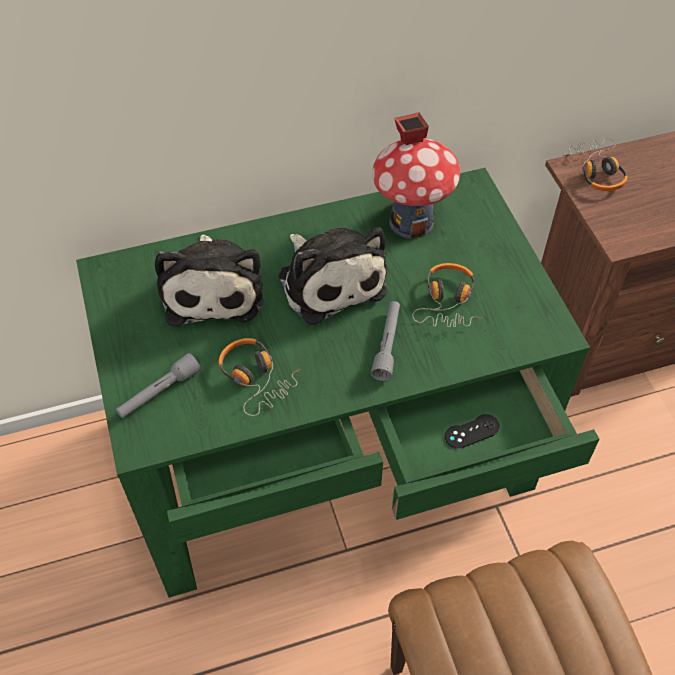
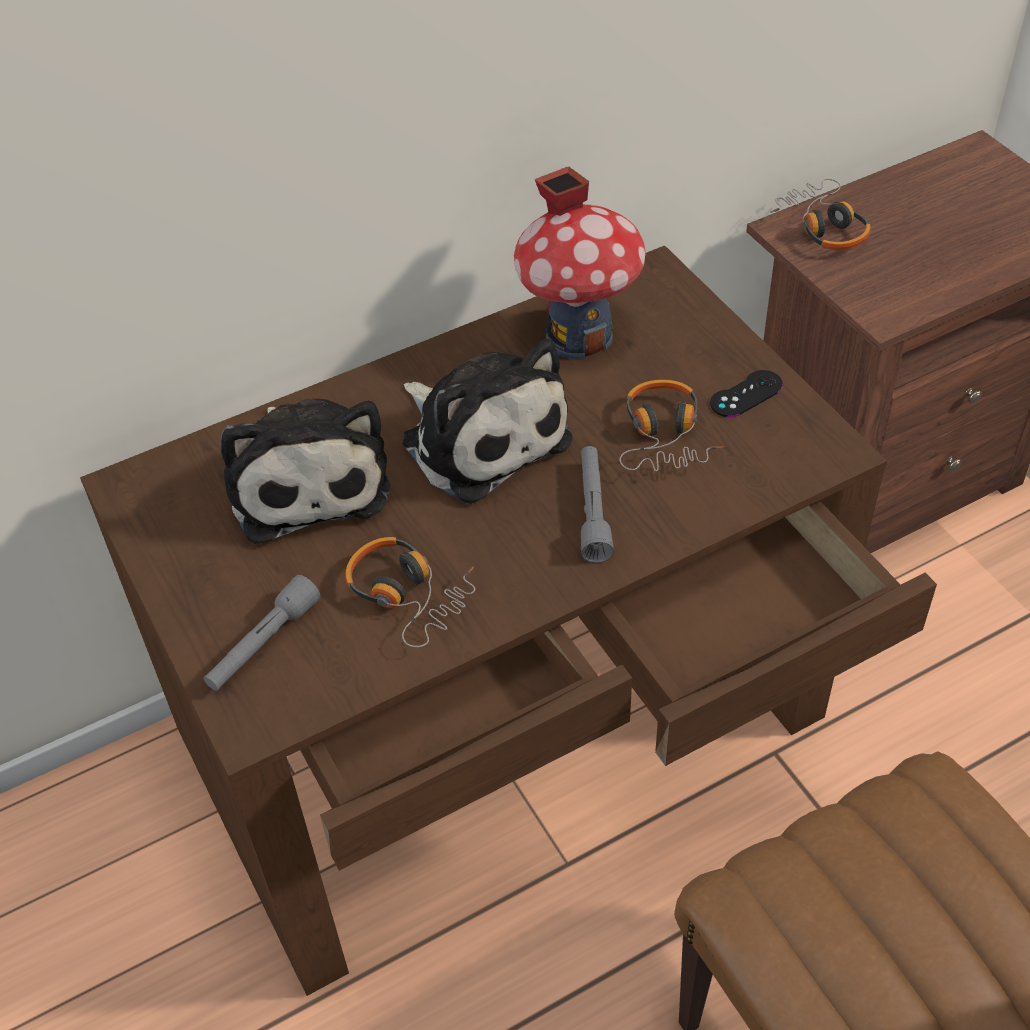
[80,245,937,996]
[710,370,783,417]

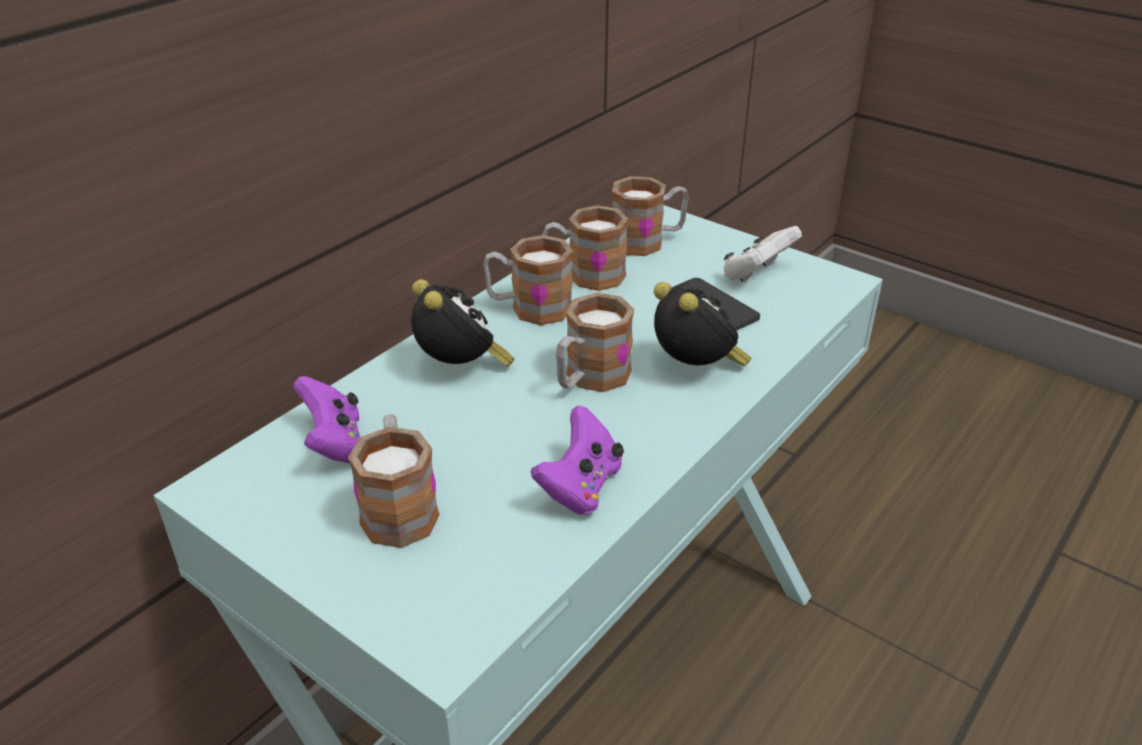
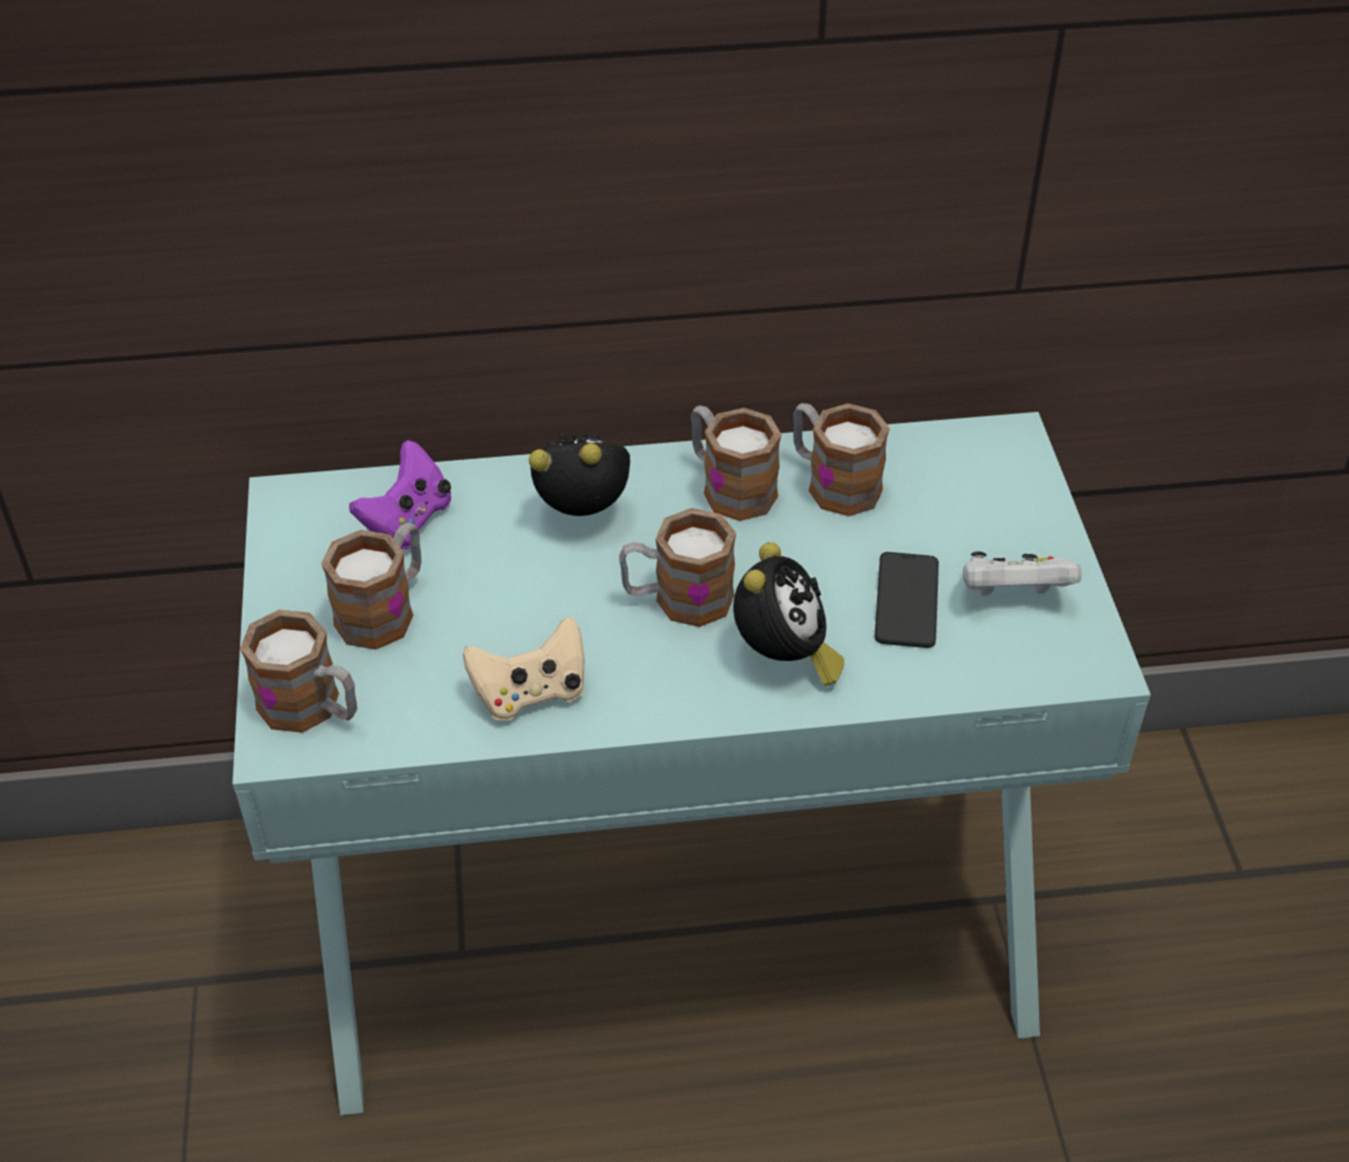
[529,433,630,516]
[463,617,585,721]
[240,610,357,733]

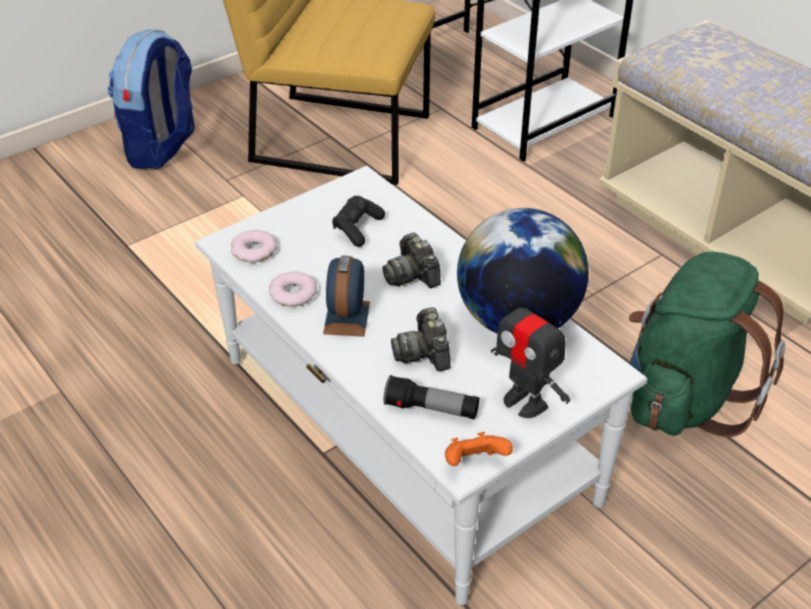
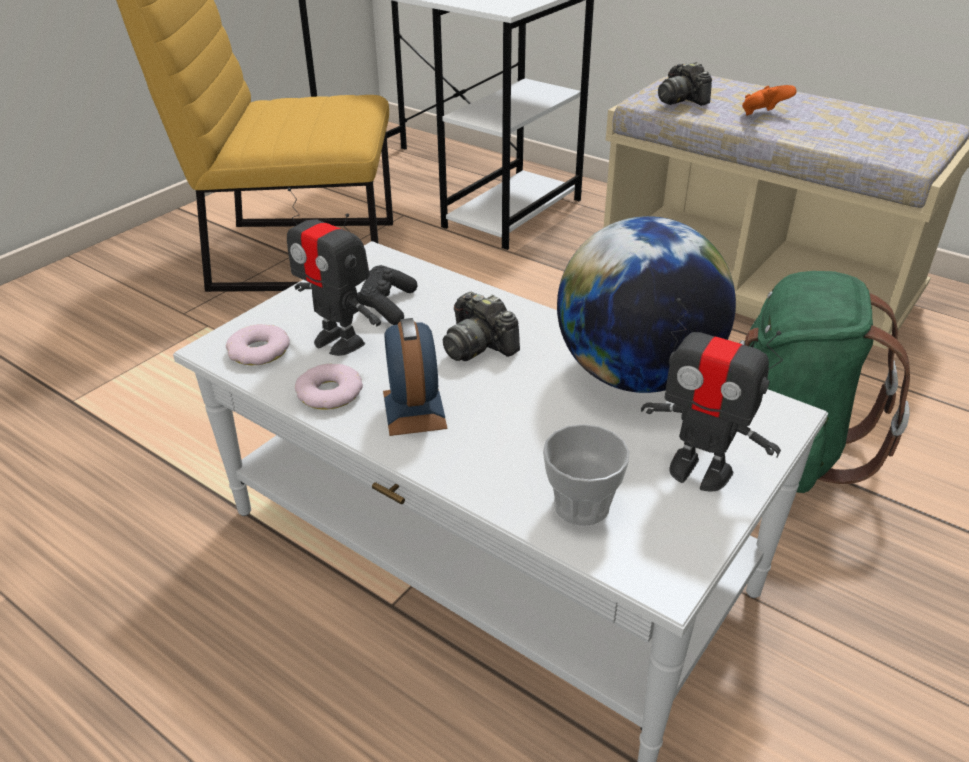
[108,29,195,169] (first image)
[543,424,630,526]
[658,62,712,106]
[742,85,797,116]
[287,188,381,356]

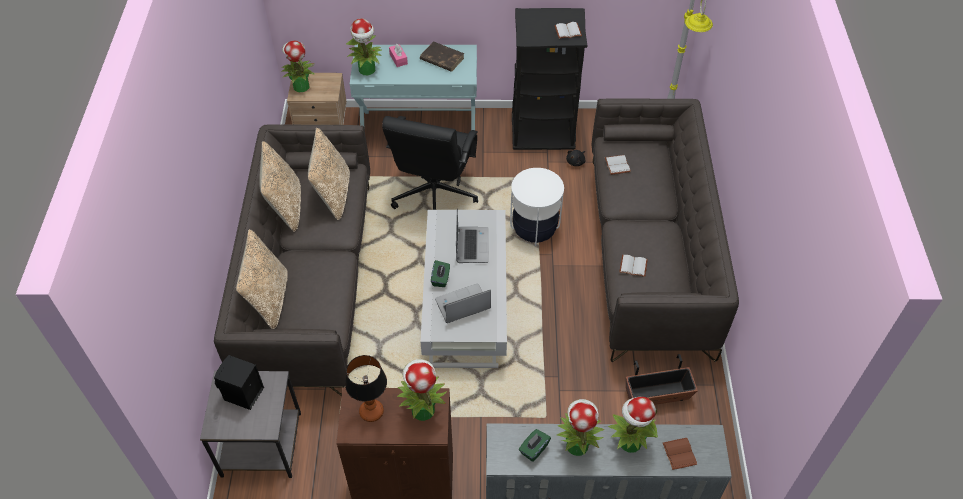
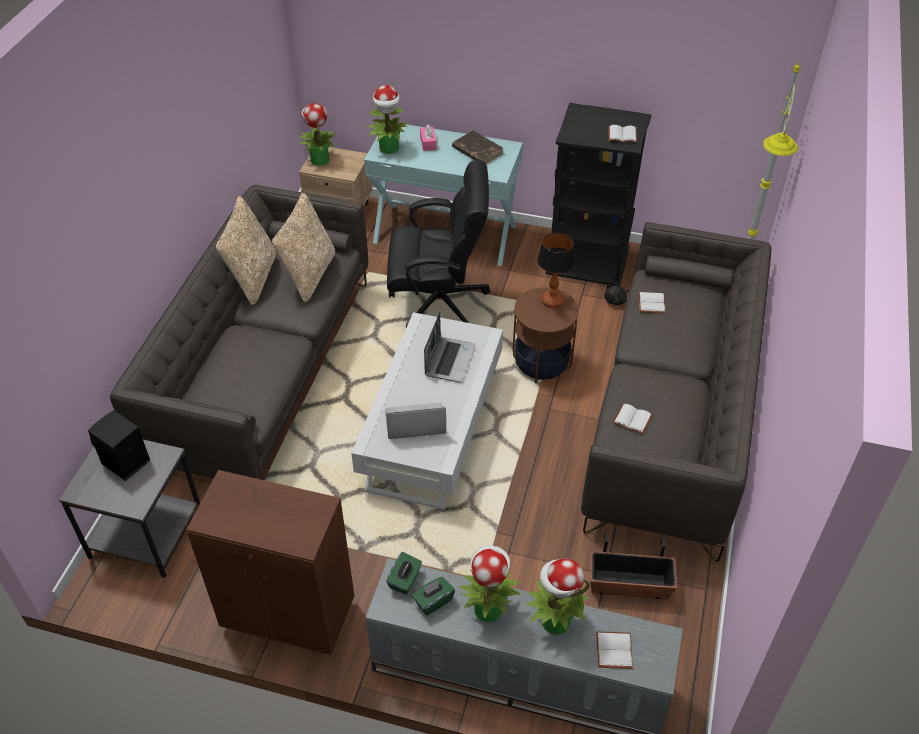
[236,229,288,329] (first image)
[537,233,575,307]
[387,160,490,327]
[397,359,447,421] (first image)
[386,552,422,594]
[513,287,579,383]
[596,631,633,669]

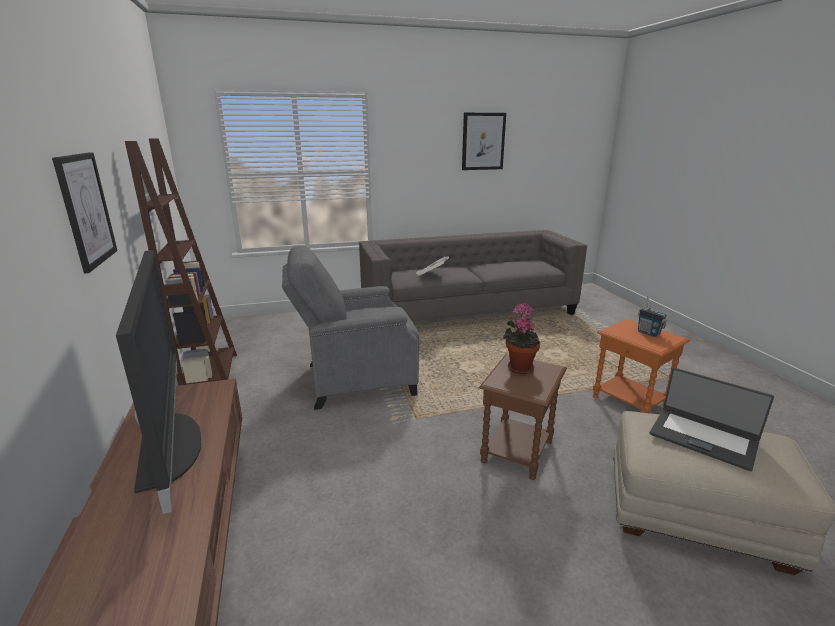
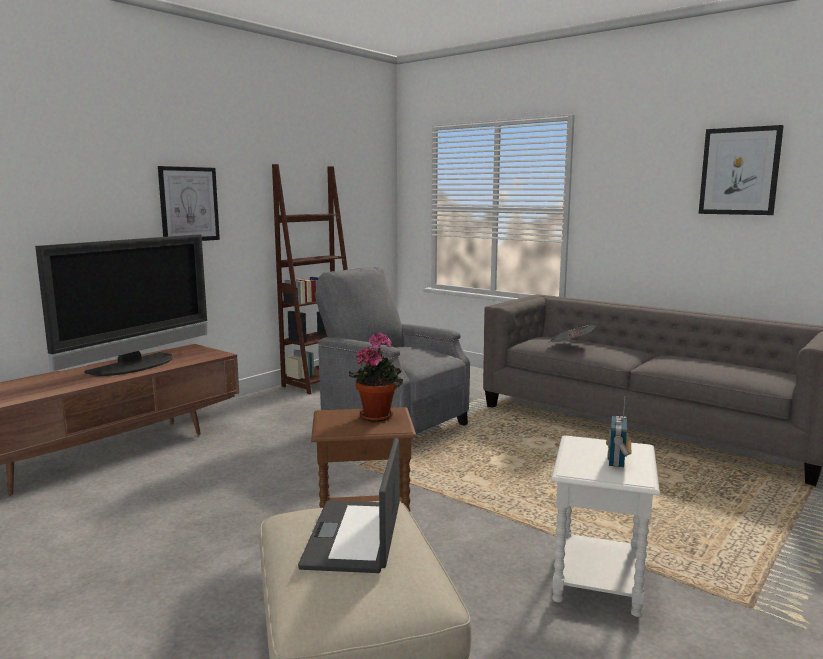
[551,436,660,617]

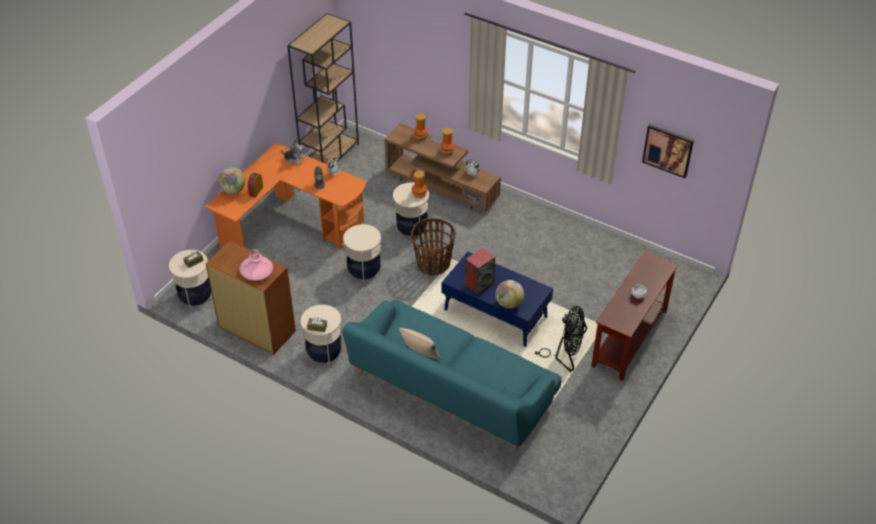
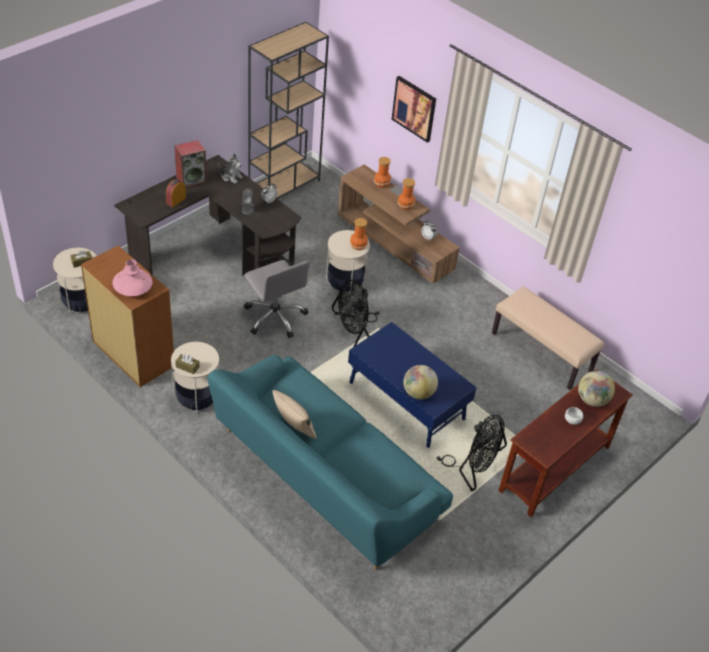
[114,155,301,276]
[578,371,615,407]
[244,260,310,338]
[332,279,380,346]
[174,140,207,188]
[392,76,436,143]
[492,286,604,390]

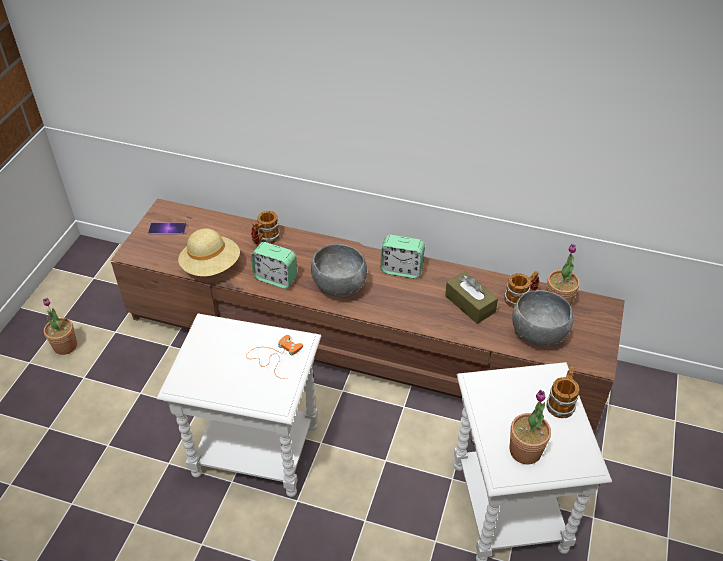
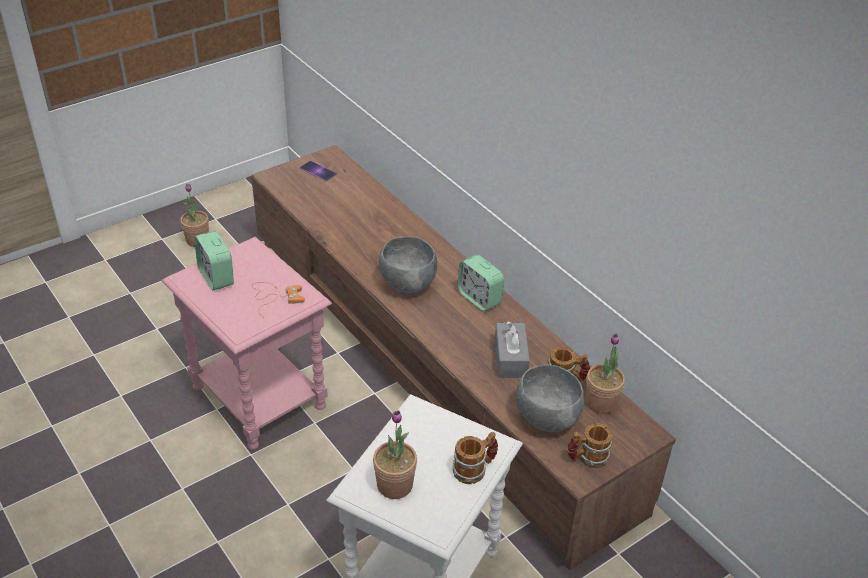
[162,237,332,450]
[178,228,240,276] (first image)
[567,423,613,468]
[194,231,234,290]
[495,321,530,378]

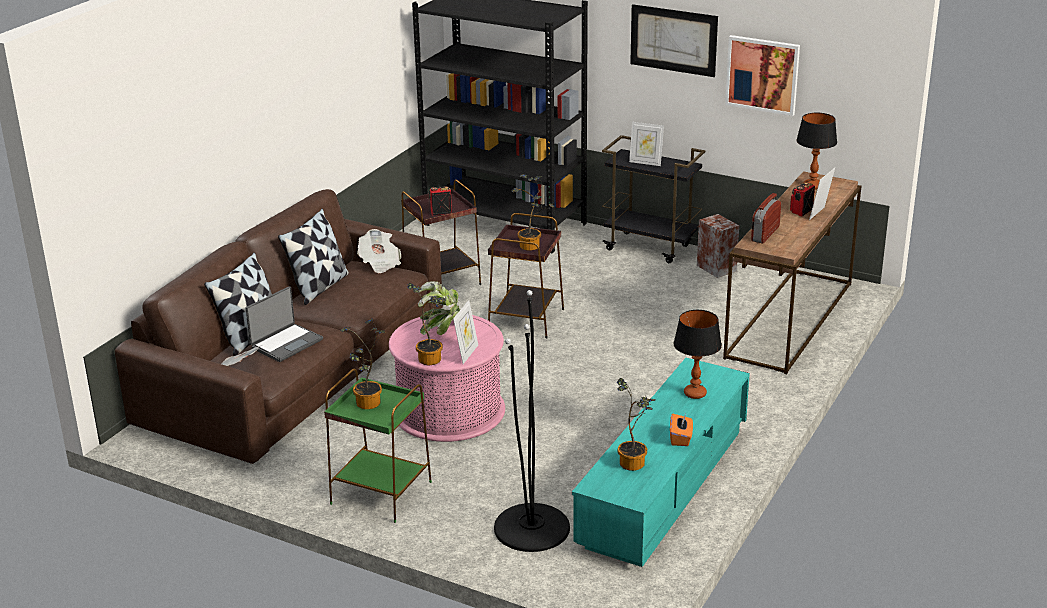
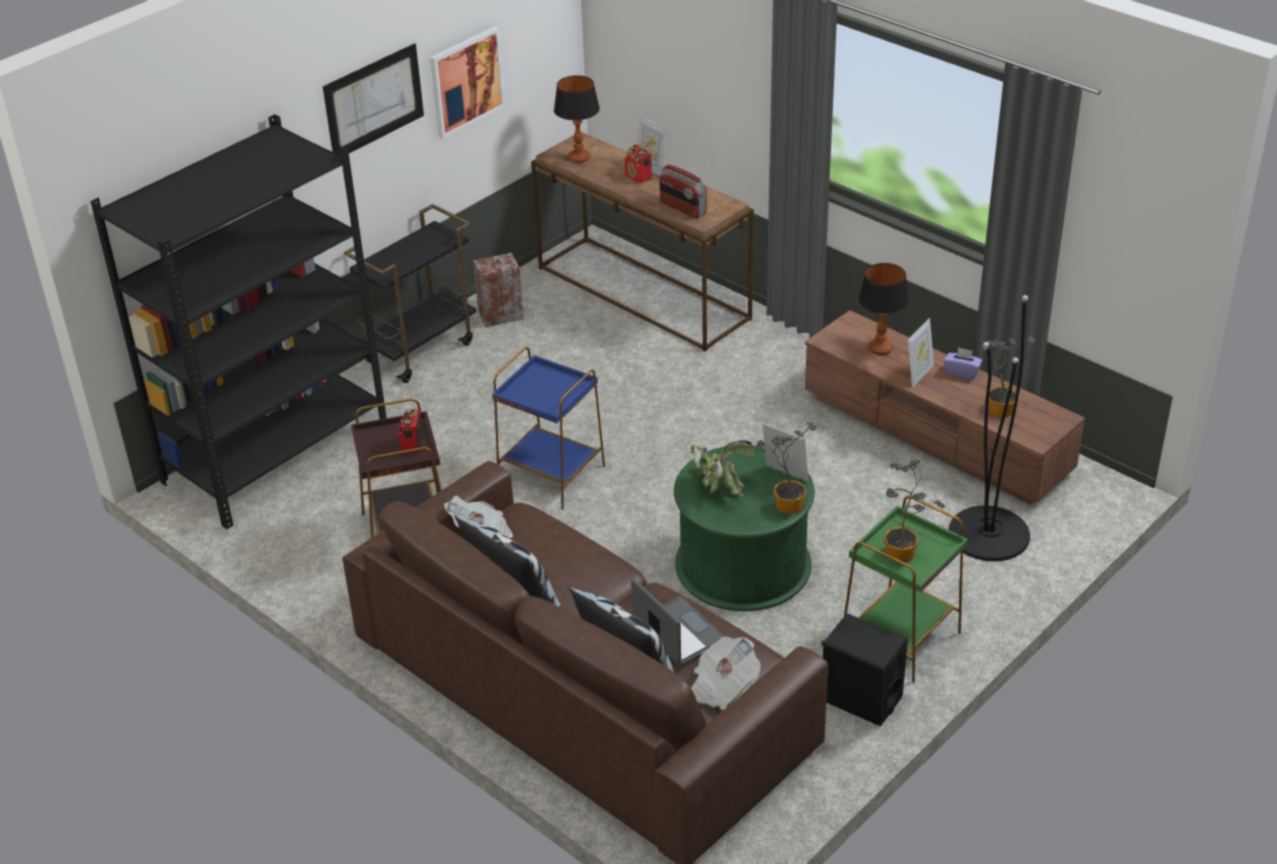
[674,446,815,611]
[492,347,605,510]
[511,174,555,251] (first image)
[805,310,1085,504]
[908,318,934,388]
[944,347,982,380]
[821,613,908,726]

